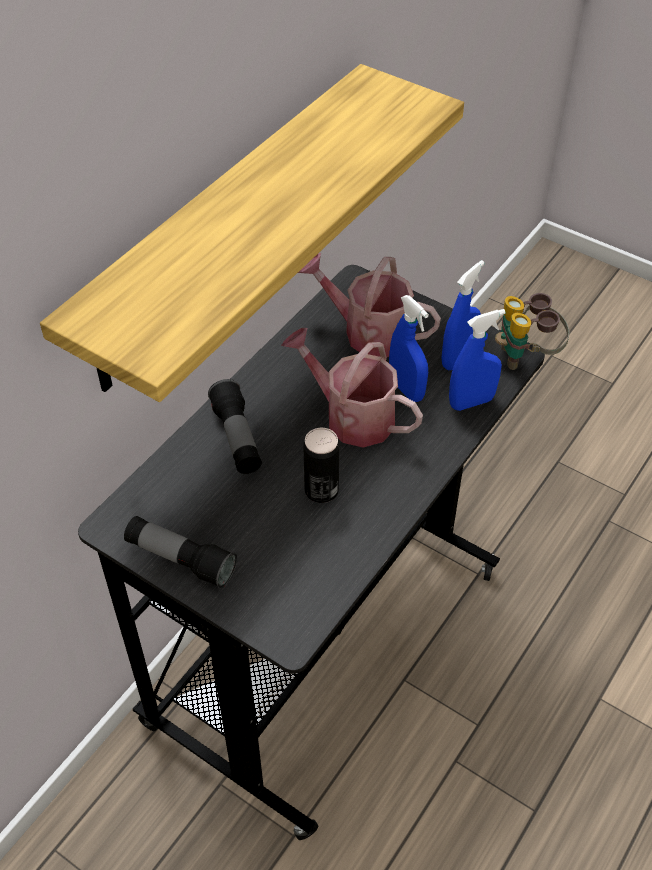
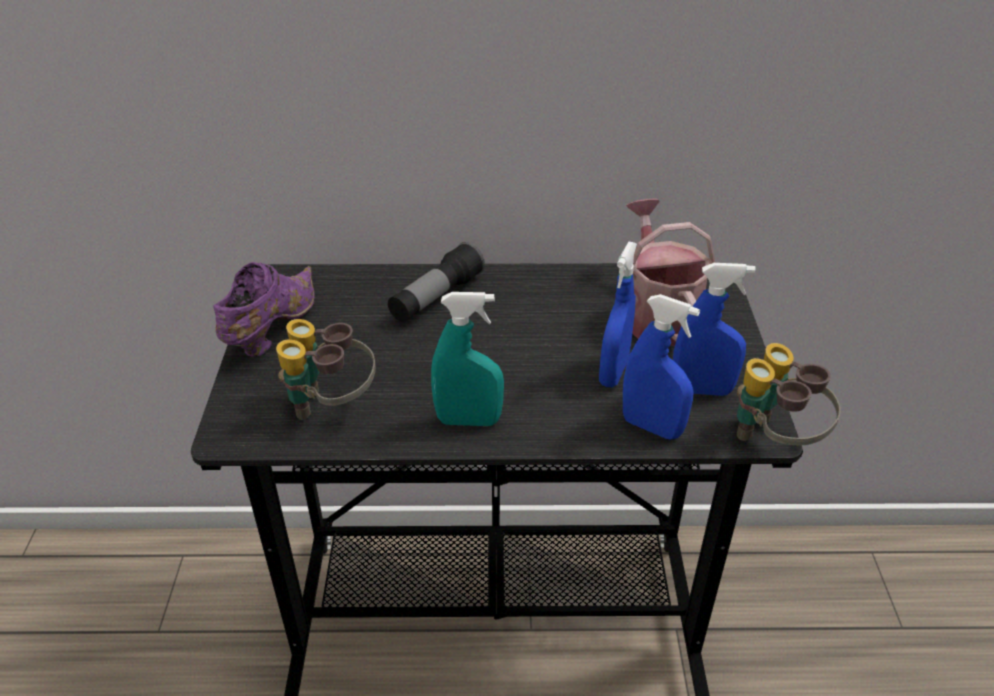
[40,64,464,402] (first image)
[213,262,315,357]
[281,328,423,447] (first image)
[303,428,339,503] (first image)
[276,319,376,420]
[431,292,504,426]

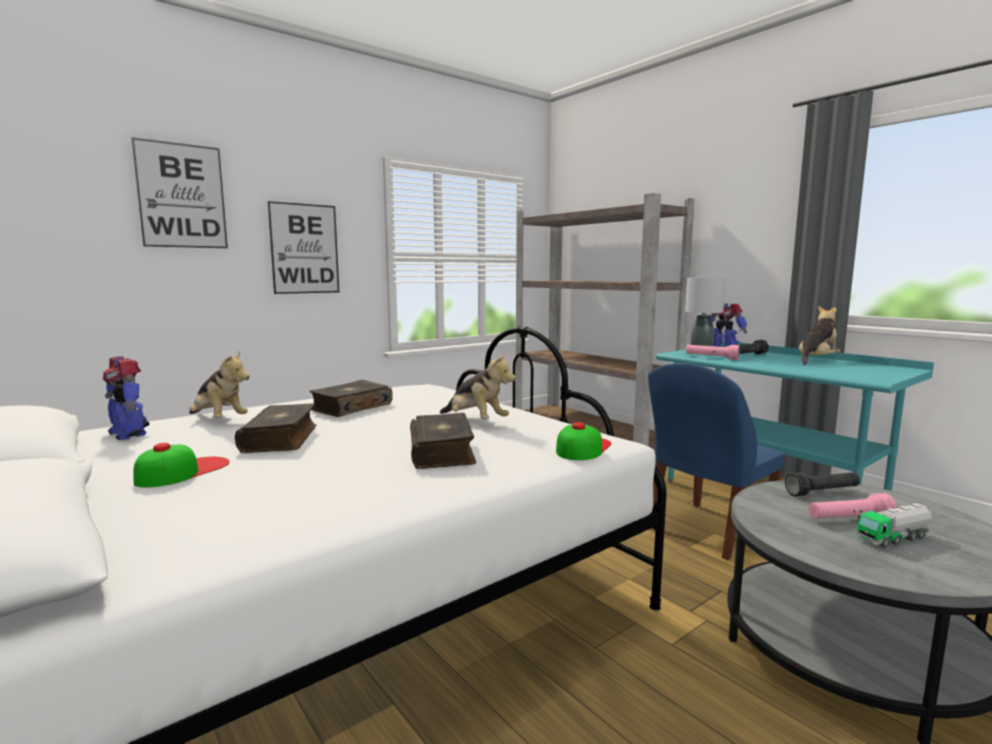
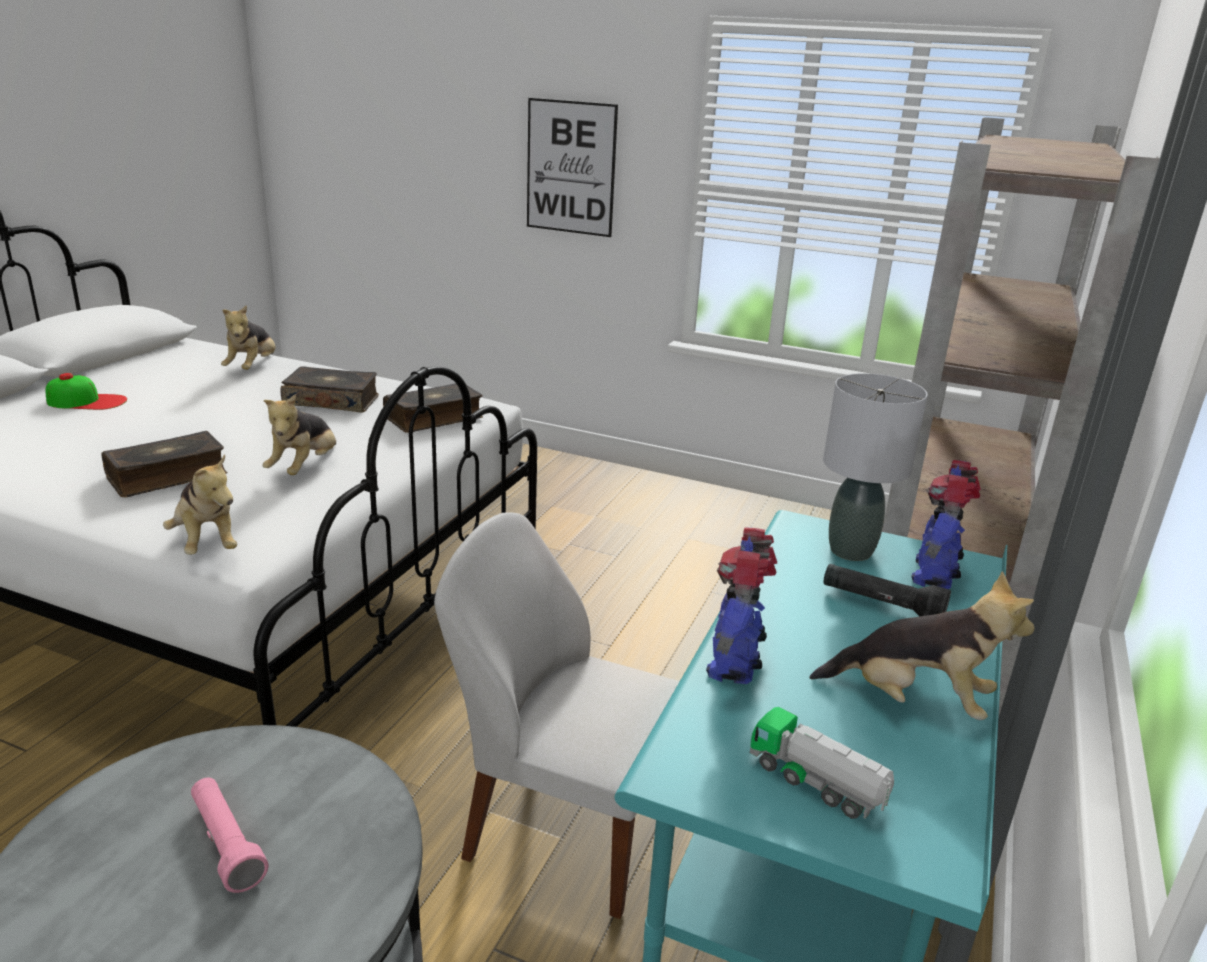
[706,527,777,684]
[131,137,228,248] (first image)
[383,383,483,433]
[163,454,237,555]
[434,512,680,919]
[686,345,740,360] (first image)
[785,472,860,496] (first image)
[750,707,894,819]

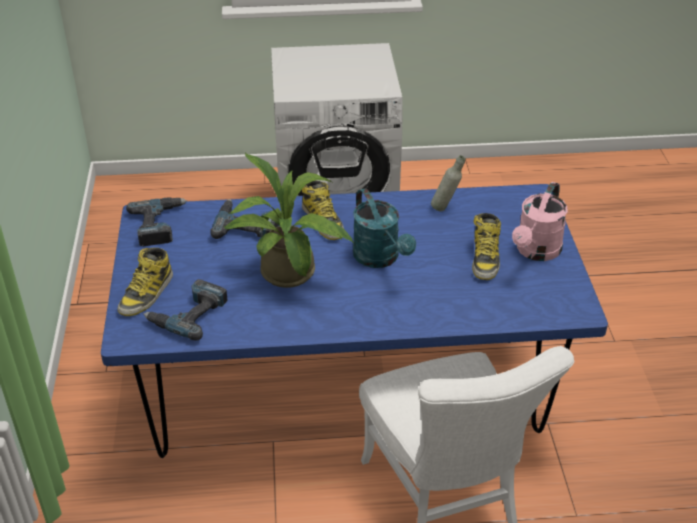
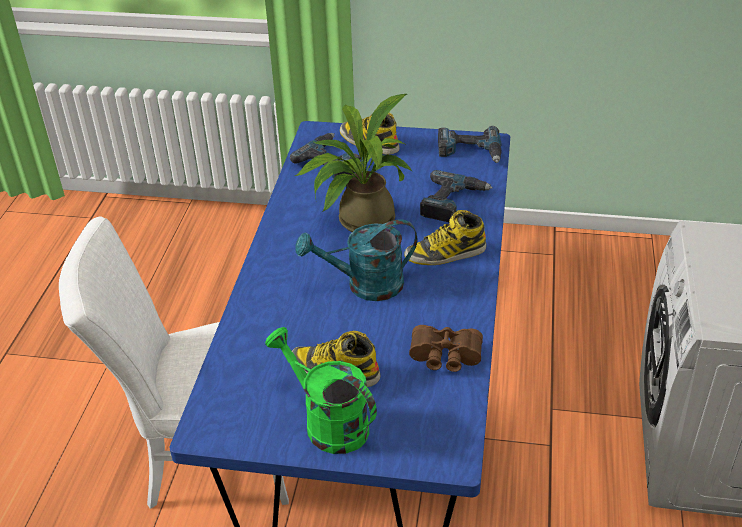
[409,325,483,372]
[265,327,377,454]

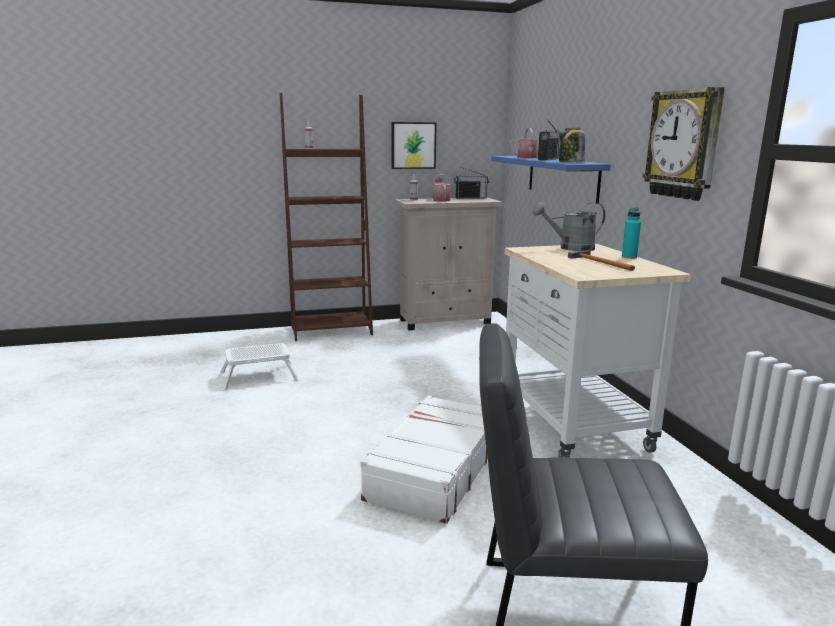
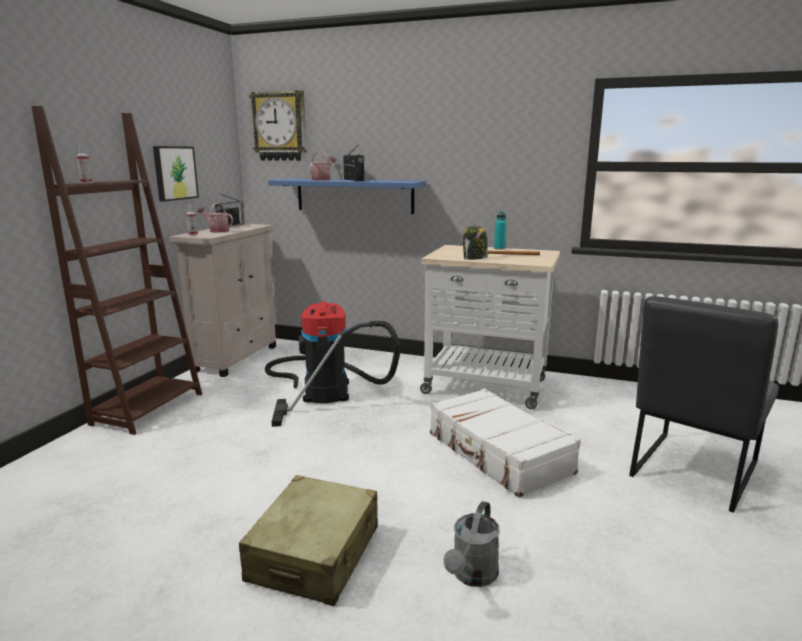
[221,343,299,390] (first image)
[444,501,500,587]
[463,226,488,260]
[249,90,307,161]
[239,475,378,606]
[265,301,400,427]

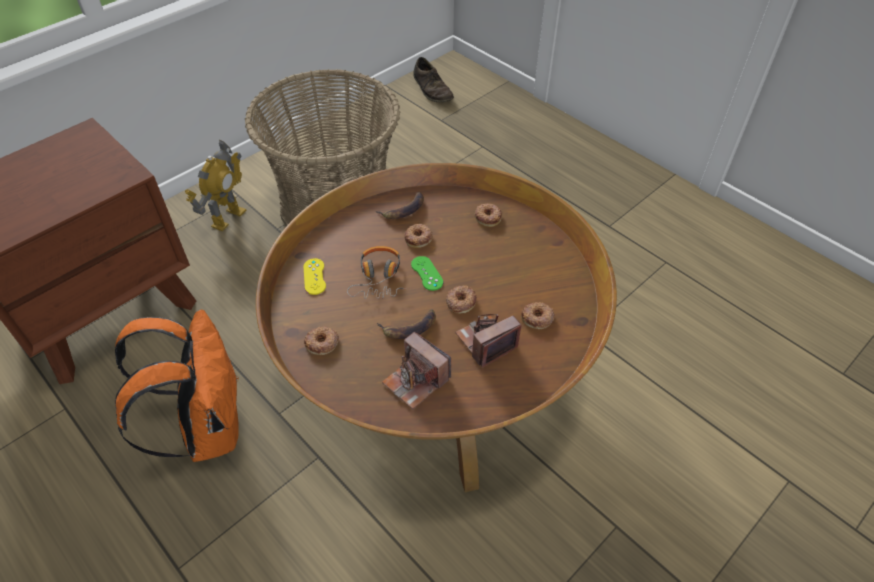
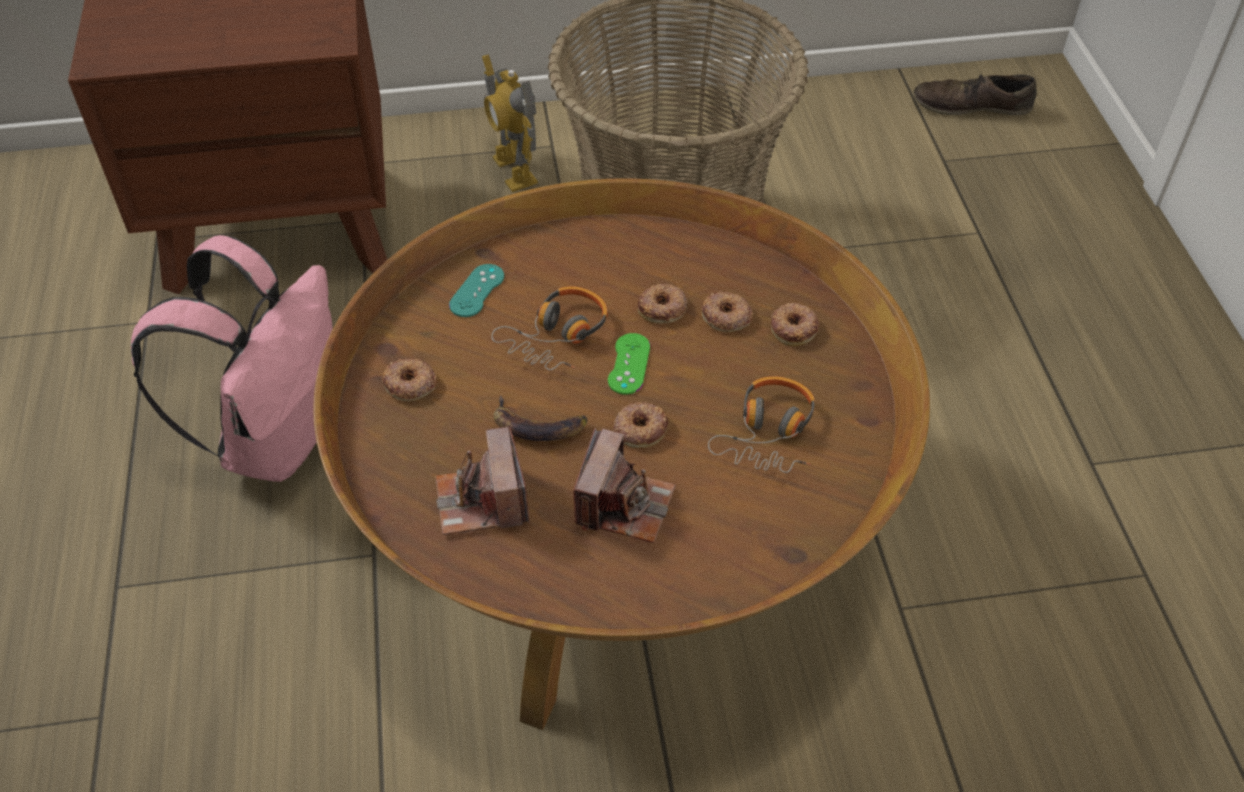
[131,235,333,482]
[482,54,538,192]
[449,264,504,317]
[375,192,424,219] (first image)
[913,72,1036,115]
[573,428,676,543]
[701,291,753,332]
[708,376,815,473]

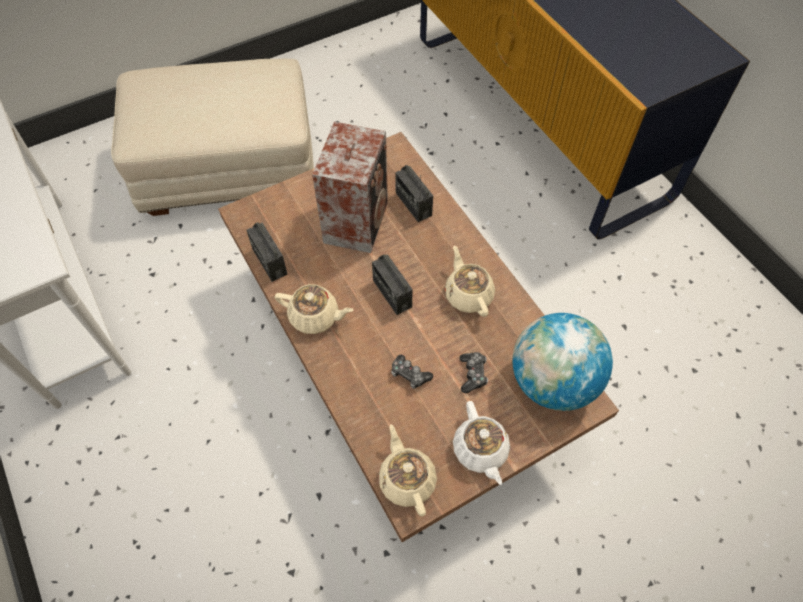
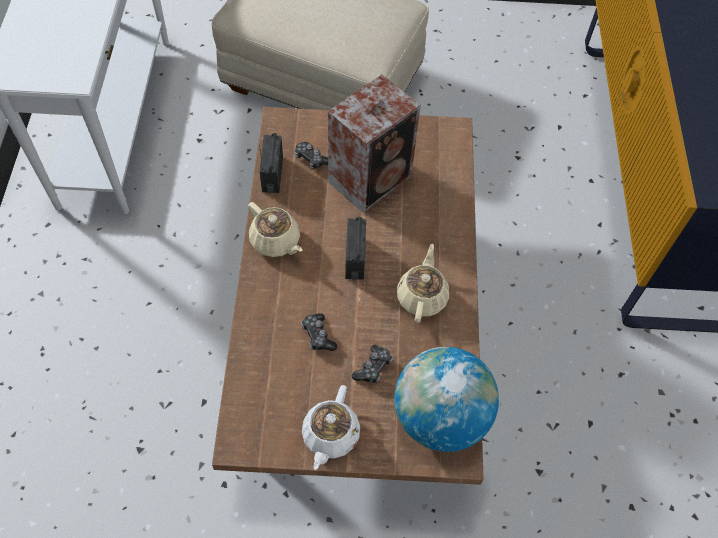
[378,425,437,517] (first image)
[395,165,433,222] (first image)
[294,142,328,169]

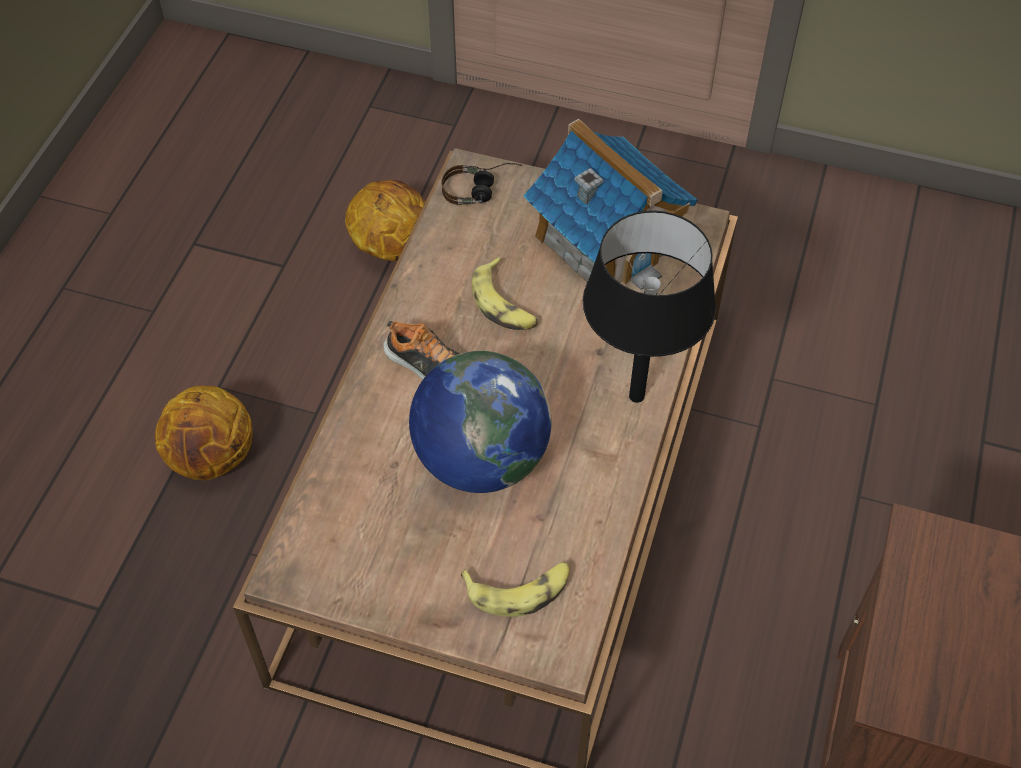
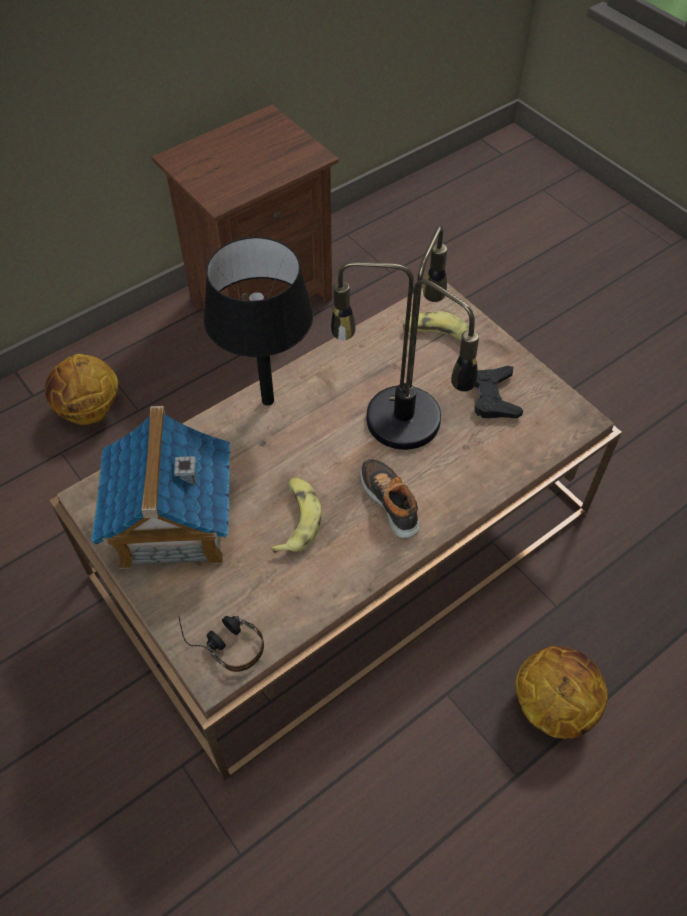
[45,354,118,425]
[331,226,479,450]
[474,366,523,418]

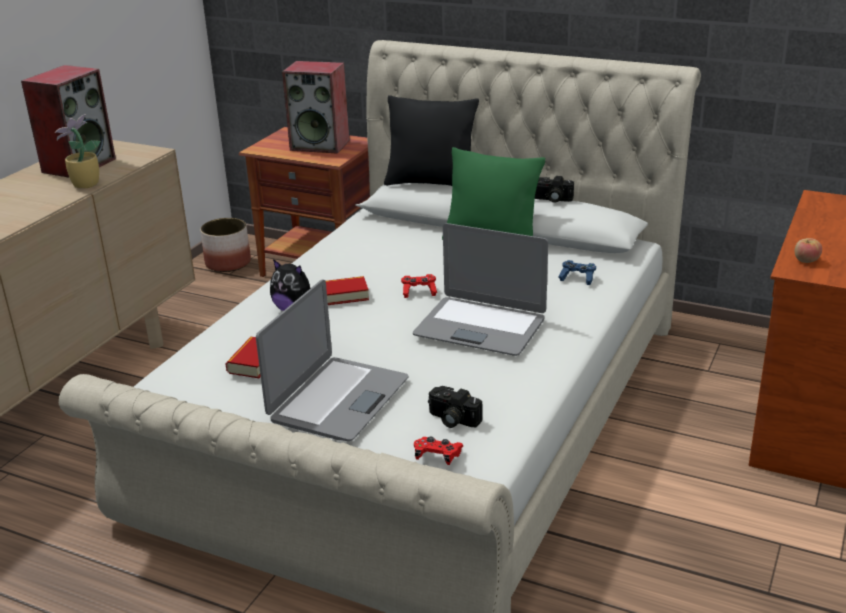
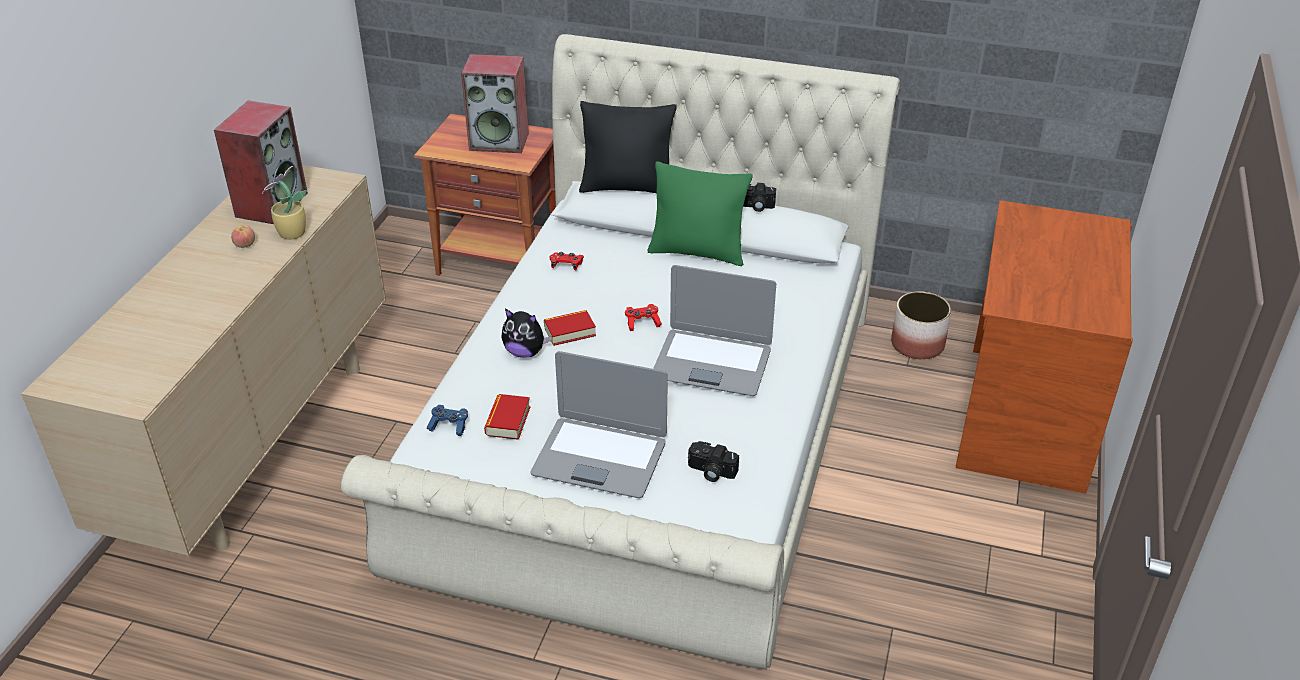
[891,291,951,359]
[530,351,668,498]
[550,252,584,270]
[427,405,468,436]
[231,225,255,248]

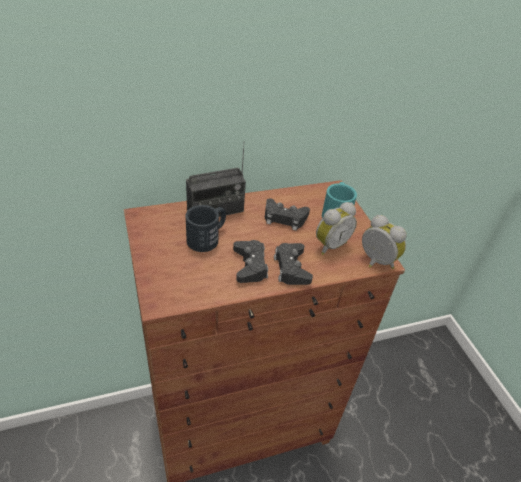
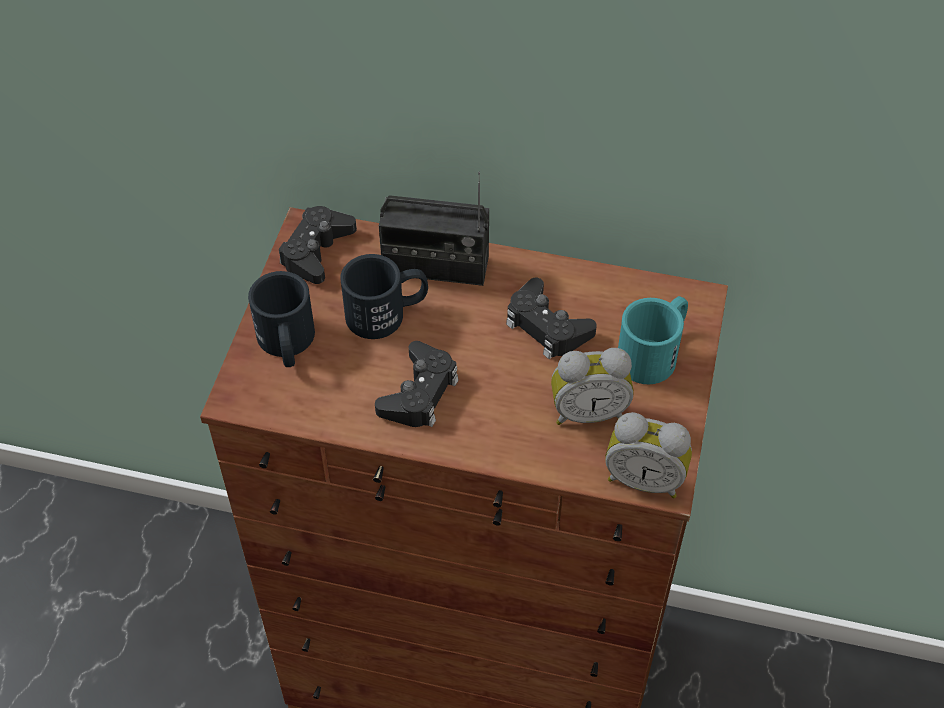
[279,206,357,284]
[605,412,692,498]
[248,271,315,367]

